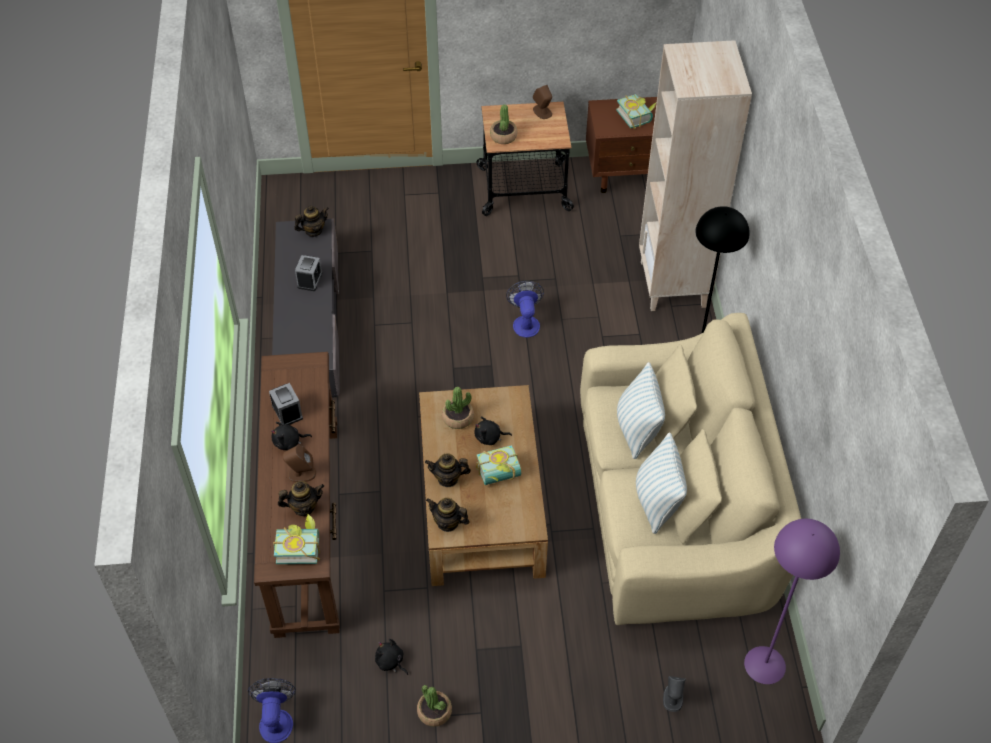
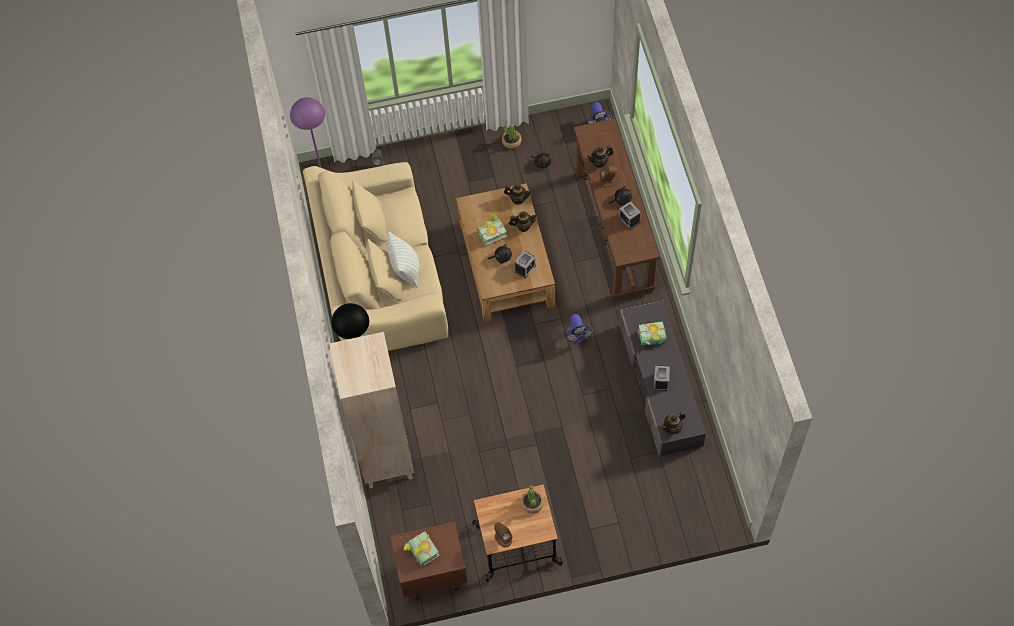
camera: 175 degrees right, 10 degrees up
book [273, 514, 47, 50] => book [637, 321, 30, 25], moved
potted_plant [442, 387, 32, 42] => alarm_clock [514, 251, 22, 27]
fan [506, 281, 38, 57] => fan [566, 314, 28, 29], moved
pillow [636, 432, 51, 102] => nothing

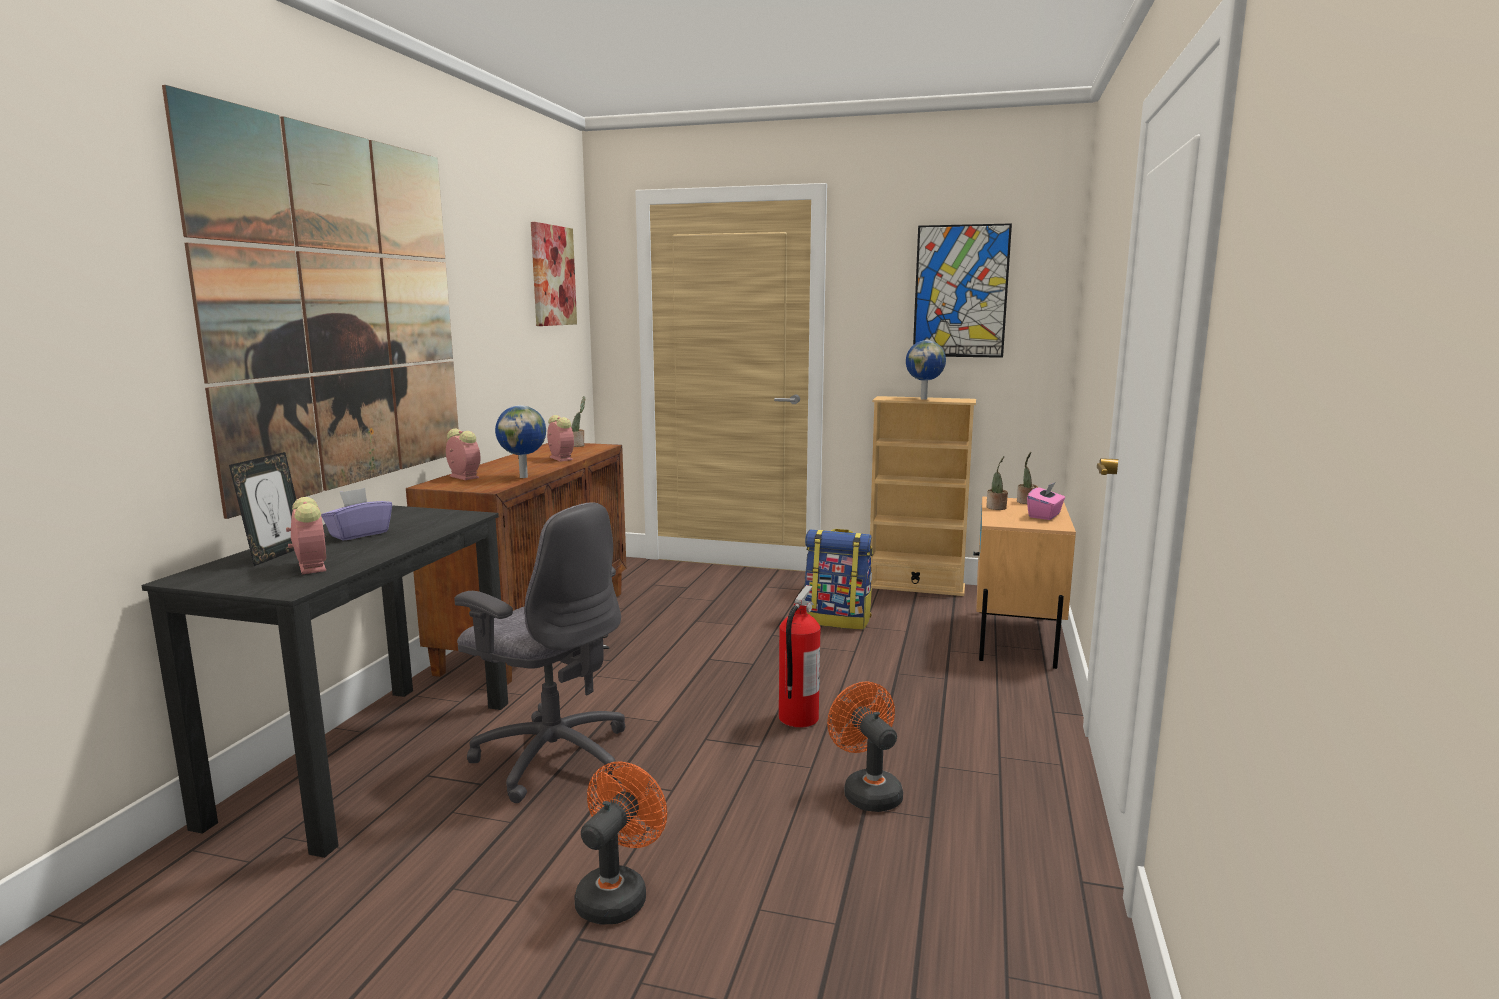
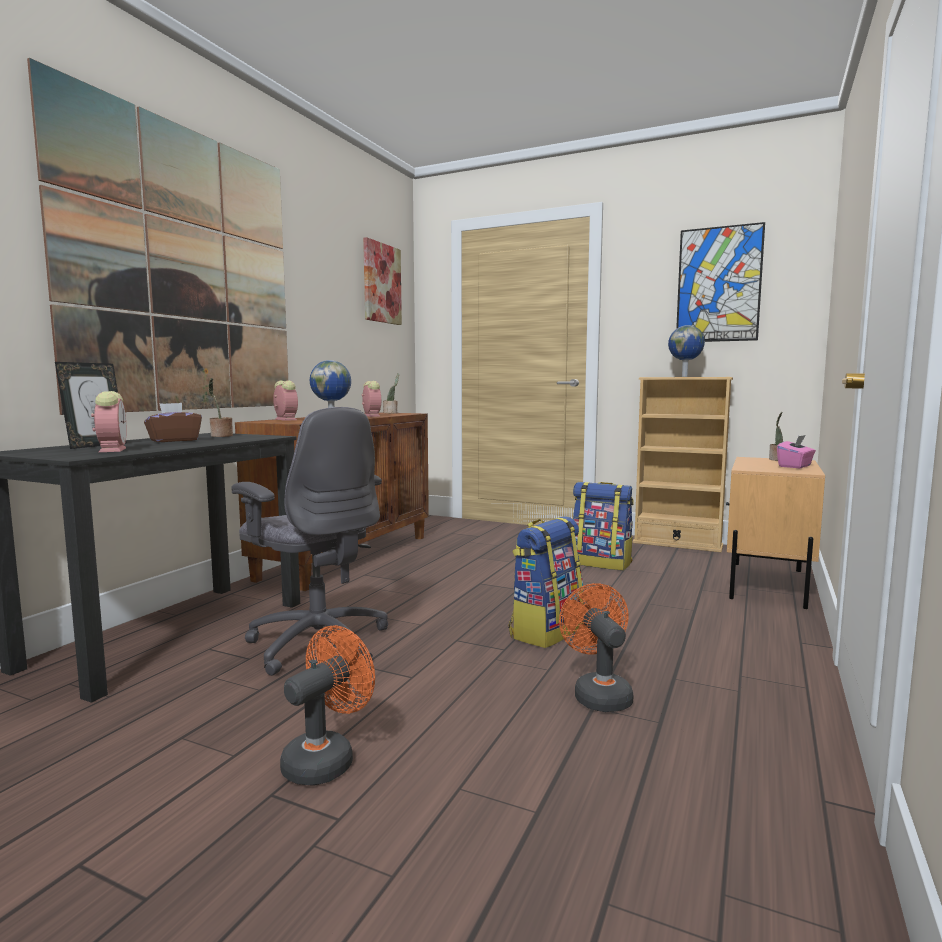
camera: 10 degrees right, 5 degrees down
purple_tissue_box [321, 488, 71, 53] => brown_tissue_box [144, 403, 58, 39]
fire_extinguisher [779, 585, 42, 143] => backpack [509, 516, 75, 132]
potted_plant [986, 456, 22, 54] => potted_plant [209, 378, 24, 59], moved

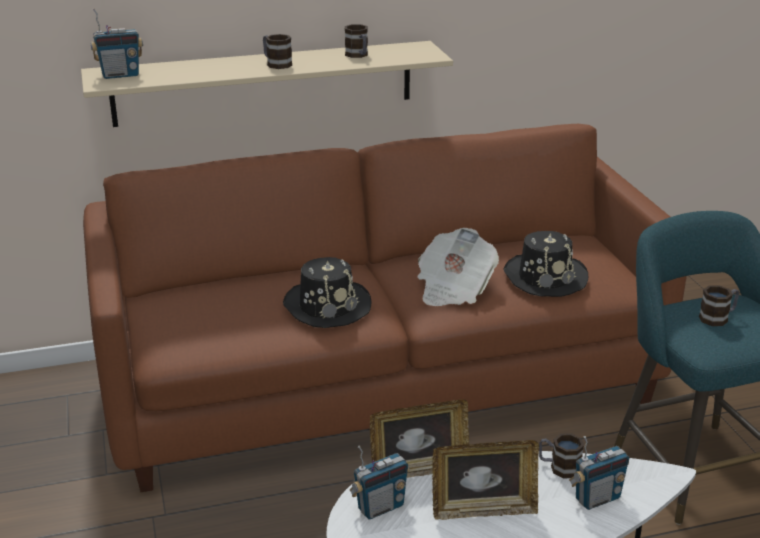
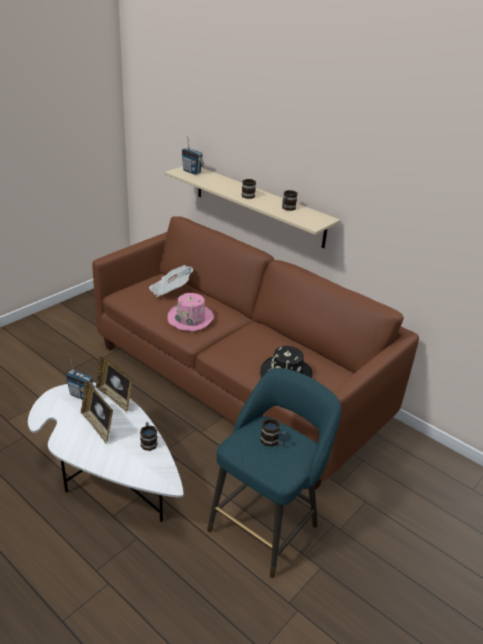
camera: 55 degrees right, 5 degrees up
black_hat [283, 257, 88, 71] => pink_hat [167, 293, 47, 38]
newspaper [418, 228, 81, 78] => newspaper [149, 265, 44, 32], moved
radio [569, 436, 61, 74] => nothing

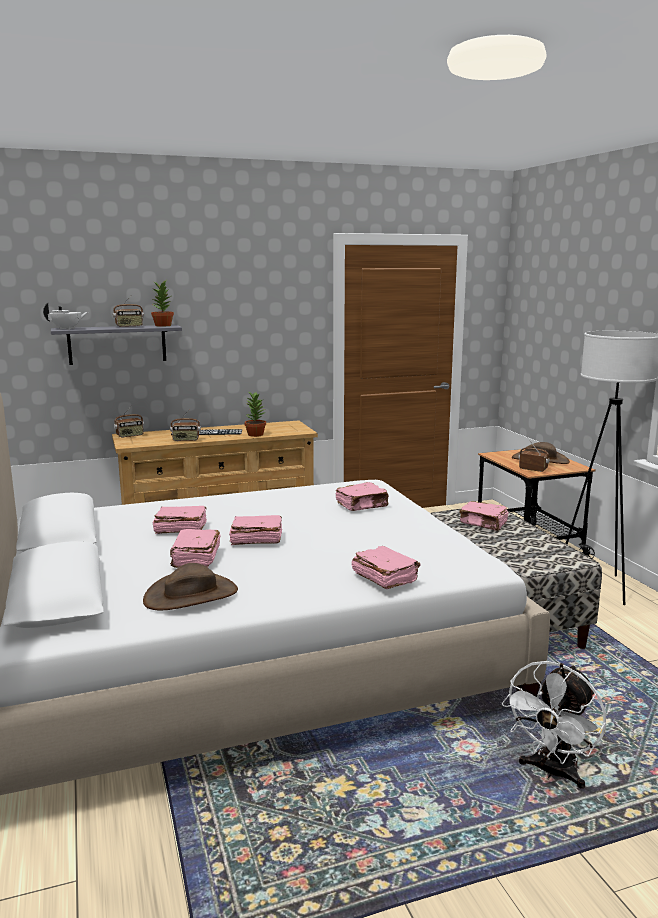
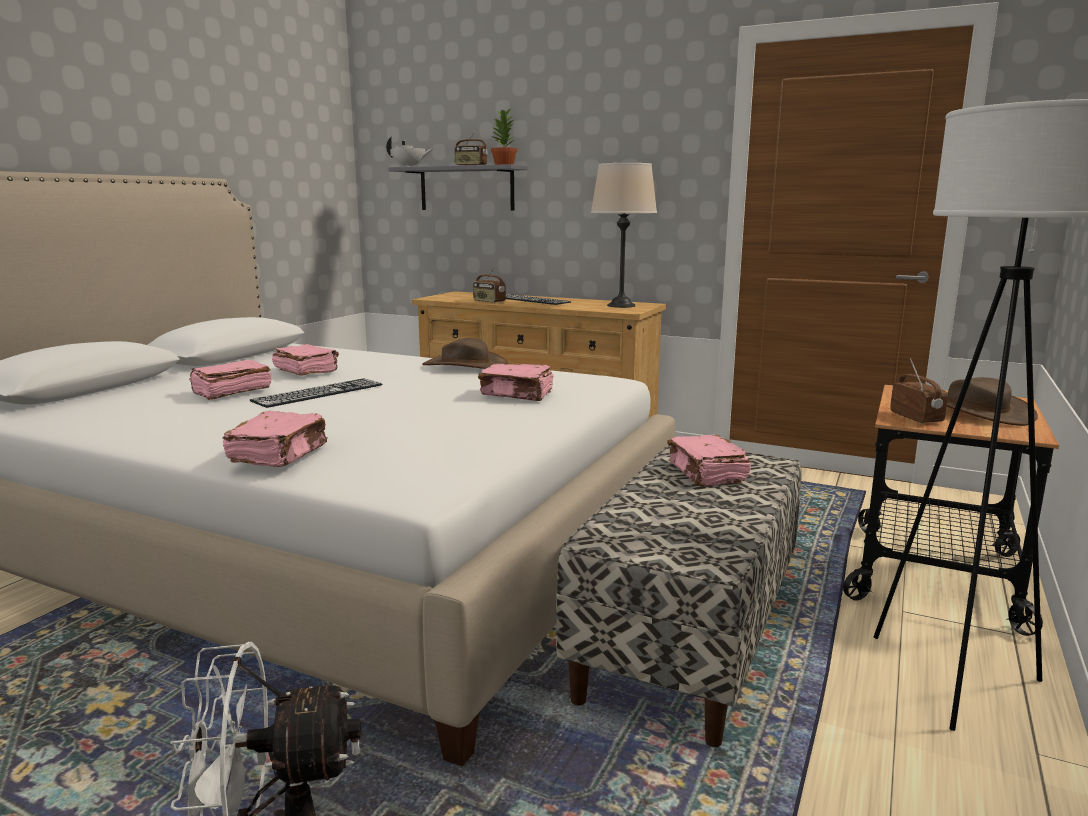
camera: 45 degrees right, 0 degrees up
radio [114, 406, 30, 32] => nothing
brown_hat [143, 563, 95, 47] => brown_hat [422, 338, 86, 31], moved
pink_book [229, 515, 53, 30] => keyboard [250, 378, 132, 30]
potted_plant [245, 392, 21, 45] => nothing
nothing => beige_table_lamp [591, 163, 66, 145]

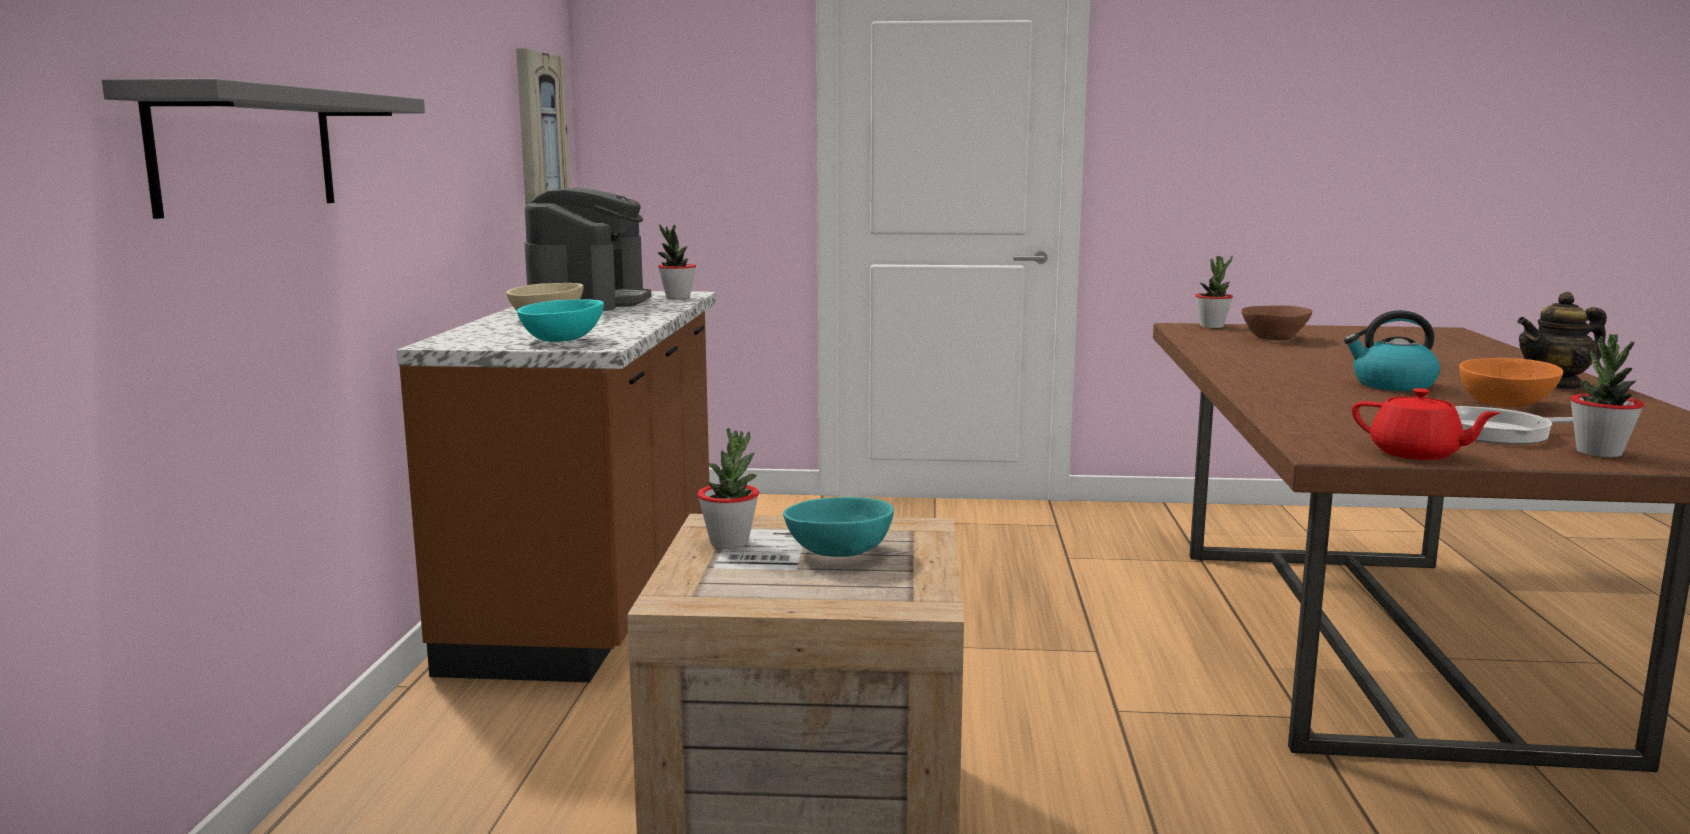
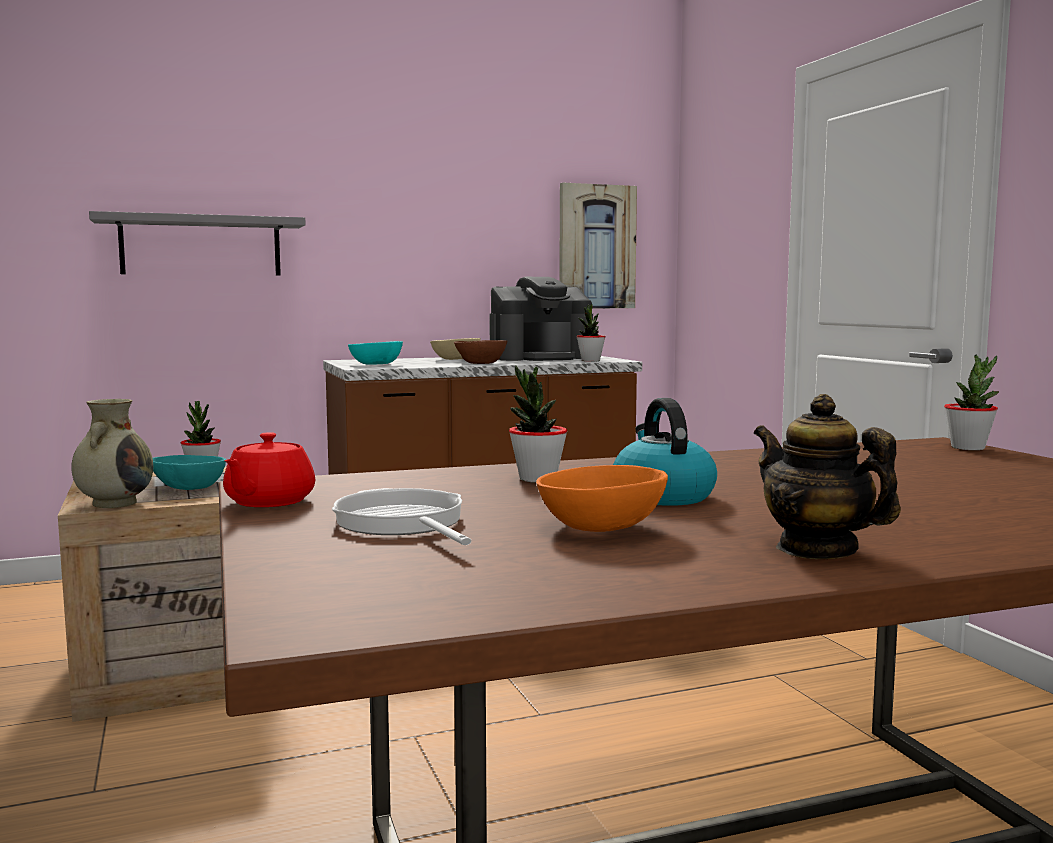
camera: 65 degrees right, 5 degrees down
brown_bowl [1241, 305, 71, 35] => brown_bowl [454, 340, 53, 24], moved
potted_plant [1570, 334, 74, 124] => potted_plant [509, 366, 58, 117], moved
nothing => beige_vase [71, 399, 82, 109]

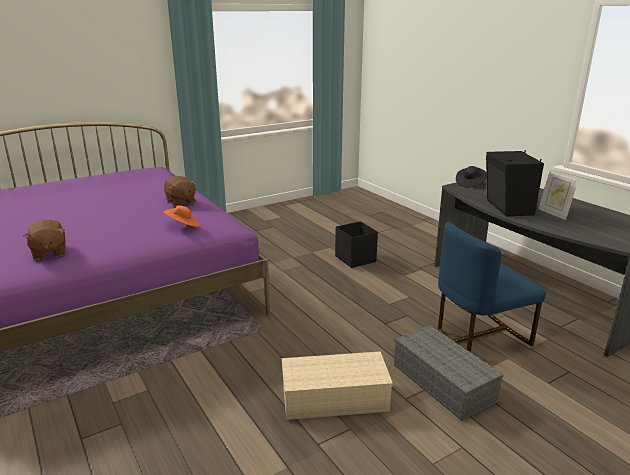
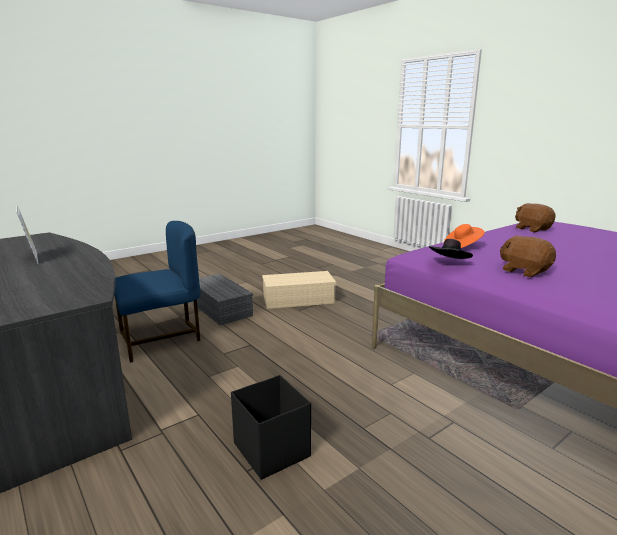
camera: 175 degrees right, 5 degrees down
black_hat [456, 166, 31, 22] => black_hat [429, 239, 44, 20], moved
black_speaker [486, 151, 58, 65] => nothing

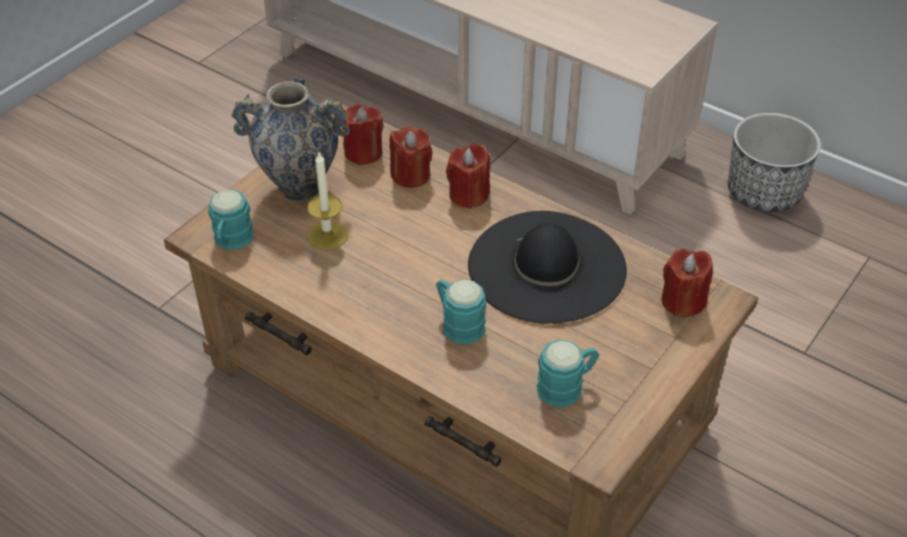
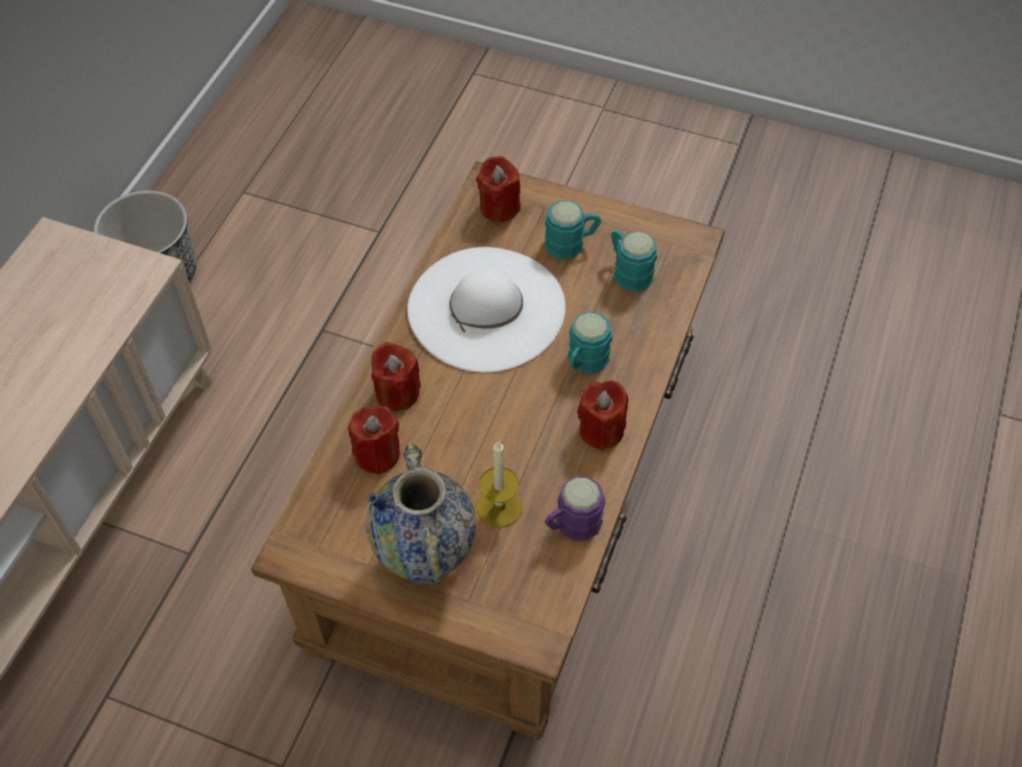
camera: 105 degrees left, 10 degrees up
turquoise_mug [208, 189, 46, 61] => turquoise_mug [544, 200, 58, 59], moved
red_candle [342, 105, 41, 60] => red_candle [577, 380, 51, 71], moved
black_hat [468, 211, 159, 113] => white_hat [407, 247, 159, 126]
nothing => purple_mug [545, 476, 60, 65]

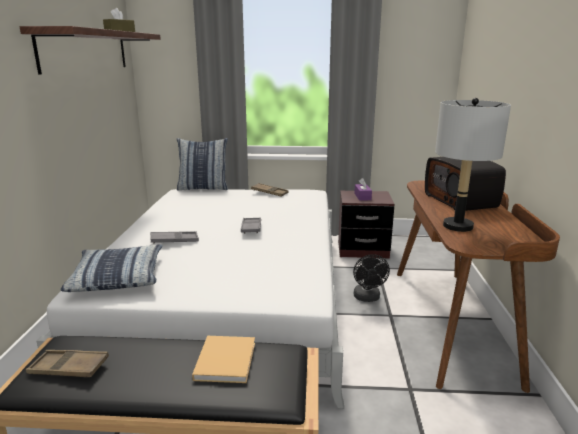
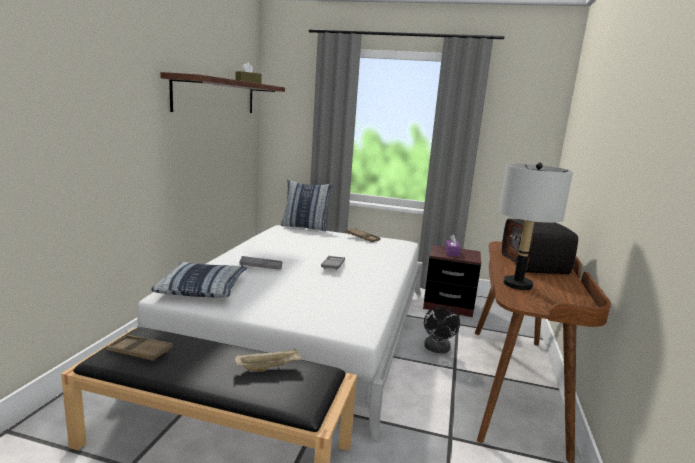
camera: 10 degrees right, 5 degrees down
beige_book [192, 336, 63, 47] => beige_tray [235, 348, 67, 23]

